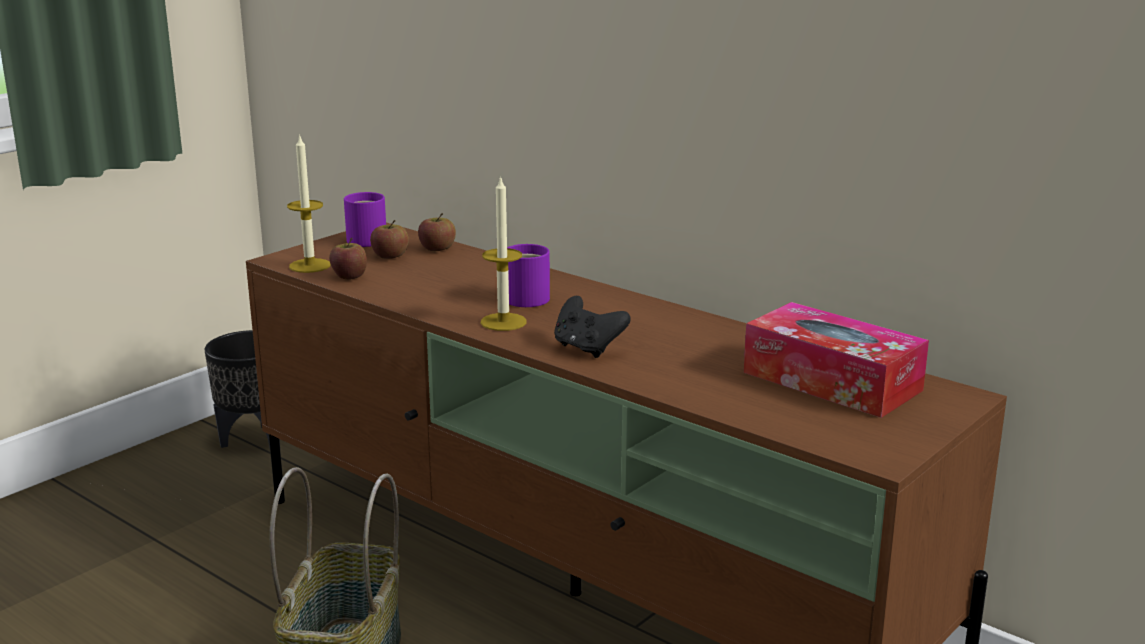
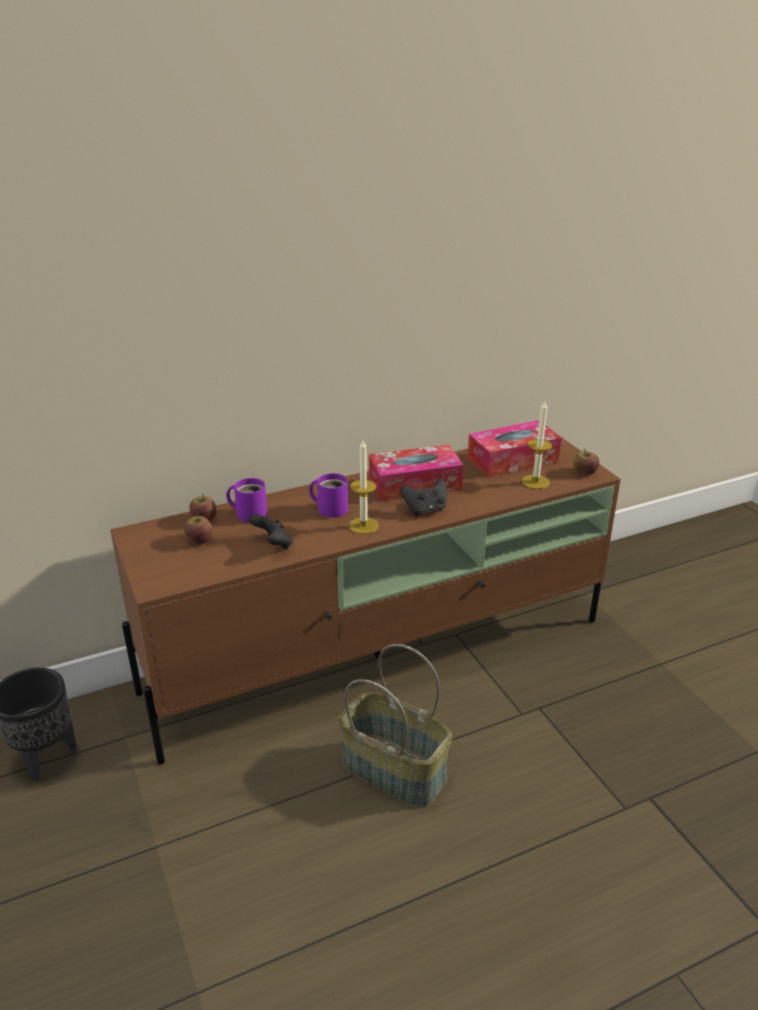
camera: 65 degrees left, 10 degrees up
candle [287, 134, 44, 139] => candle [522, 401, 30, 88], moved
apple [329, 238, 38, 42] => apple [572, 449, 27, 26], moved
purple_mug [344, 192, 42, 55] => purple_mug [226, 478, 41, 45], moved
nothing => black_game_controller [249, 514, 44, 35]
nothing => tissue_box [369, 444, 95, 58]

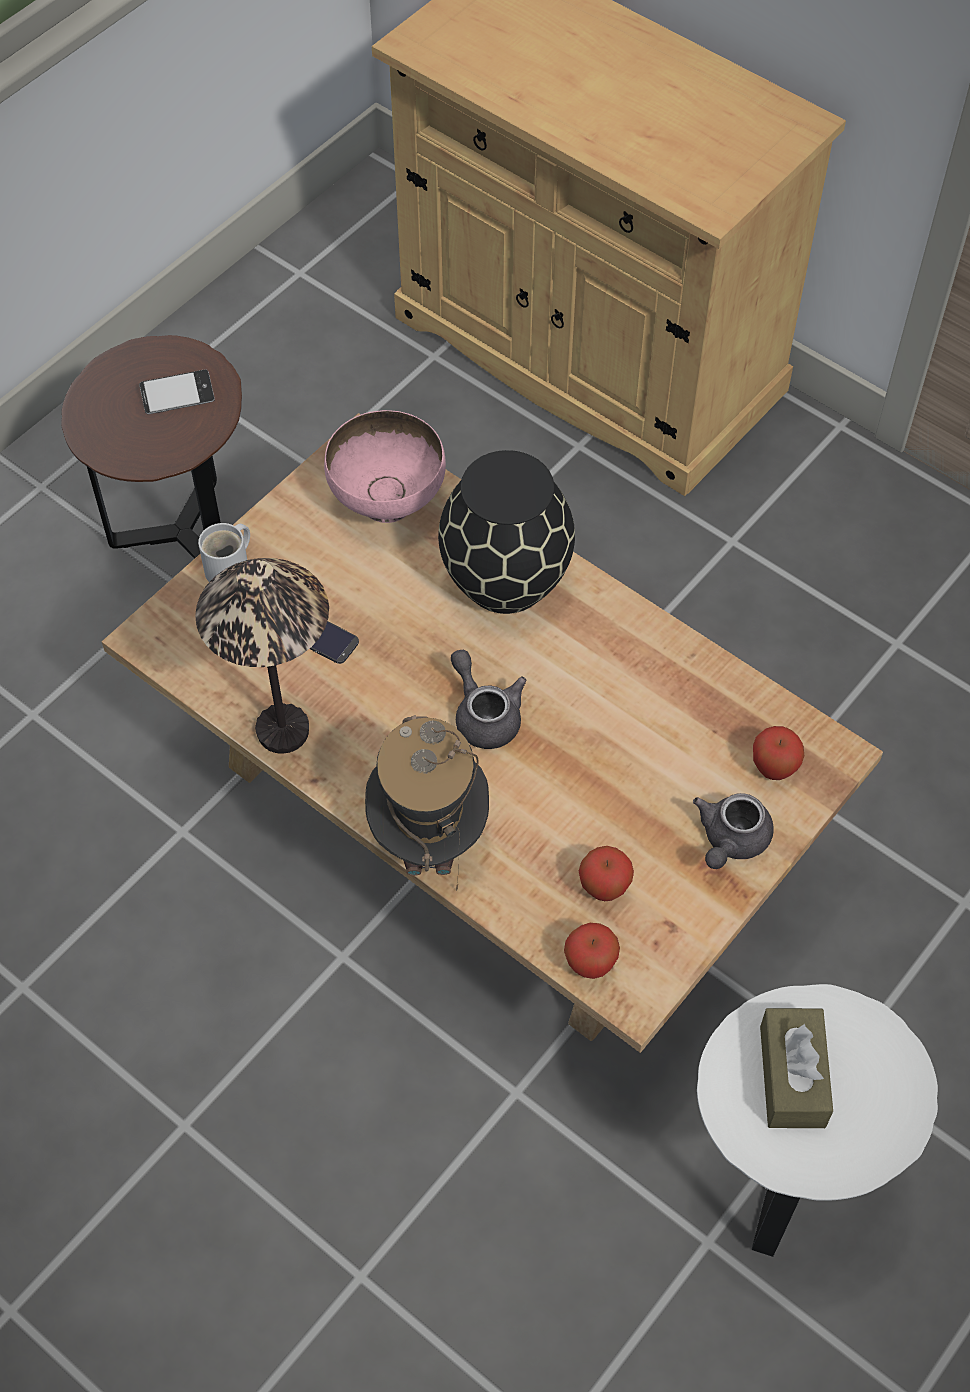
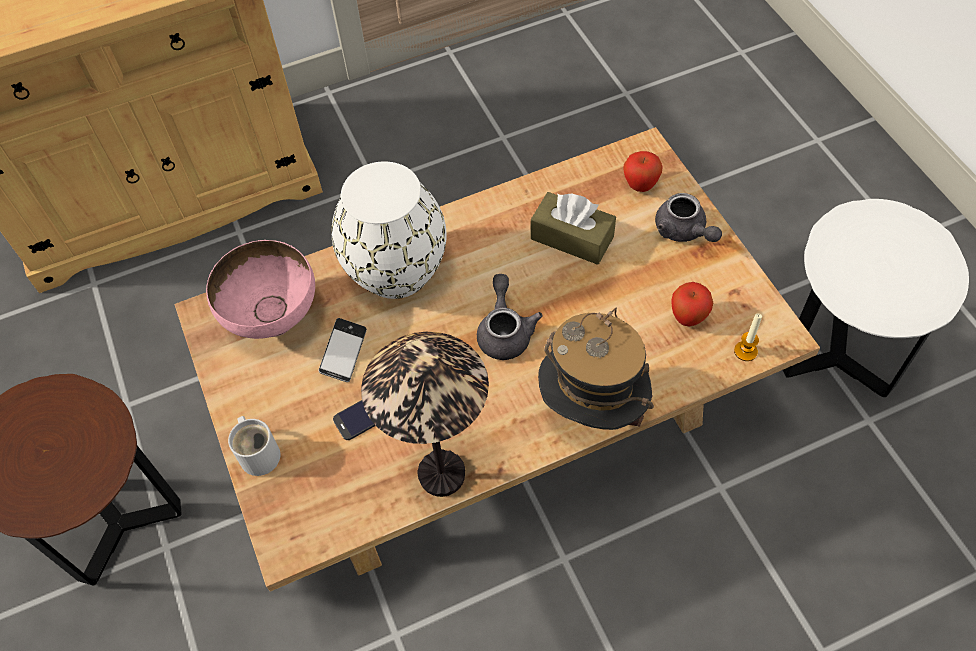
camera: 60 degrees left, 0 degrees up
phone [139, 369, 76, 45] => phone [318, 318, 49, 64], moved
black_vase [438, 450, 137, 164] => white_vase [331, 162, 115, 137]
grey_teapot [451, 650, 75, 99] => grey_teapot [477, 274, 66, 86], 90 degrees clockwise
apple [564, 923, 56, 56] => candle [734, 314, 28, 47]
brown_tissue_box [760, 1008, 73, 120] => brown_tissue_box [531, 192, 85, 73], moved

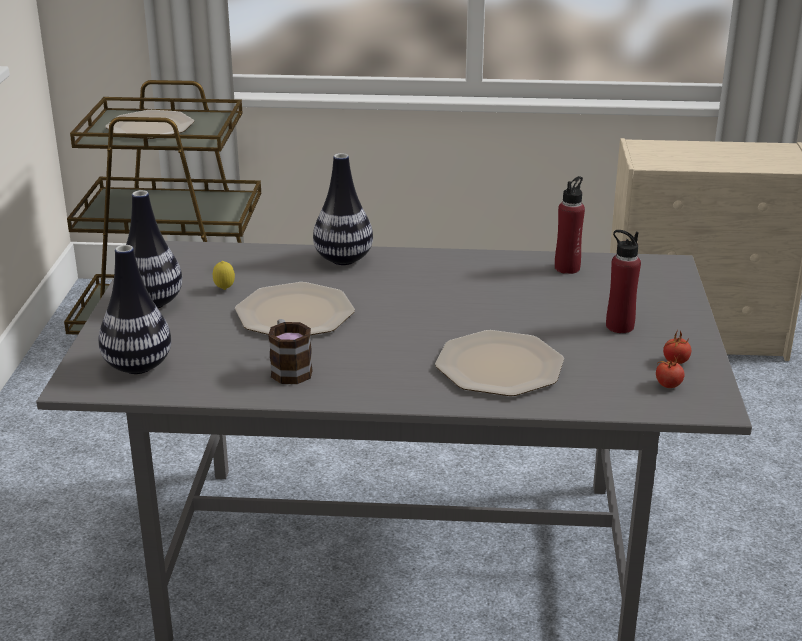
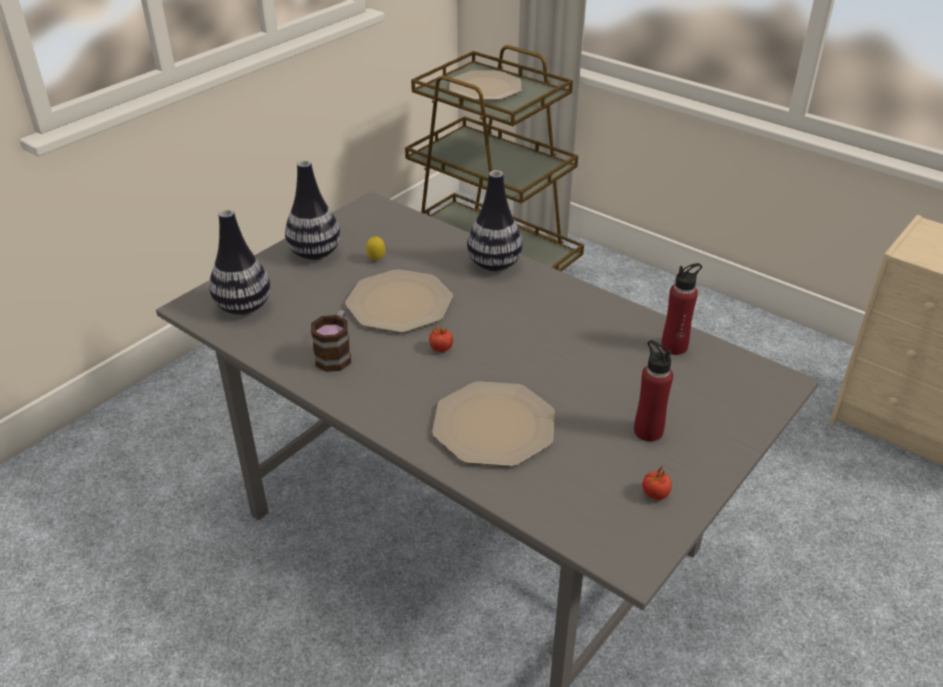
camera: 35 degrees right, 10 degrees up
tomato [656, 355, 29, 33] => tomato [429, 325, 24, 27], moved

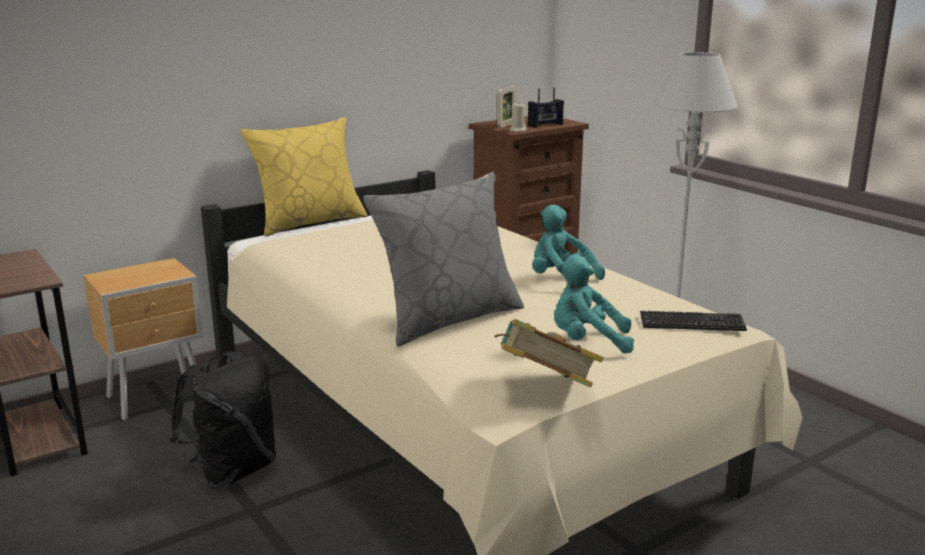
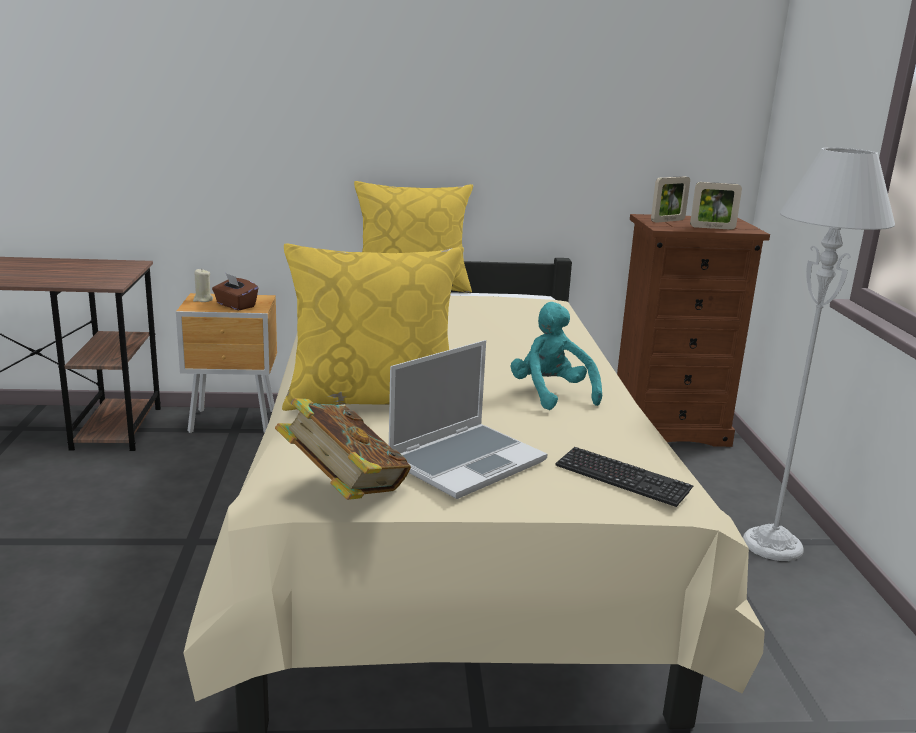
camera: 30 degrees right, 0 degrees up
black_backpack [169, 351, 107, 138] => nothing
grey_pillow [363, 172, 161, 175] => yellow_pillow [282, 243, 182, 168]
beige_candle [510, 102, 17, 30] => beige_candle [193, 268, 20, 34], moved
radio [528, 87, 36, 41] => picture_frame [690, 182, 52, 48]
turquoise_plush_toy [554, 255, 80, 99] => laptop [389, 340, 158, 159]
nothing => brown_tissue_box [212, 273, 46, 37]

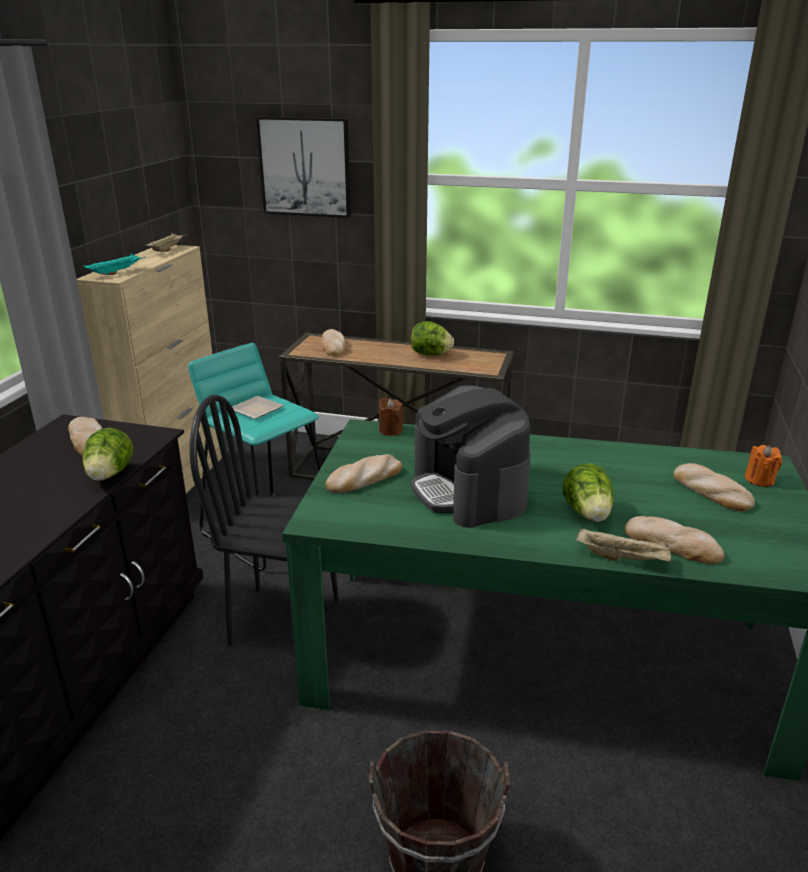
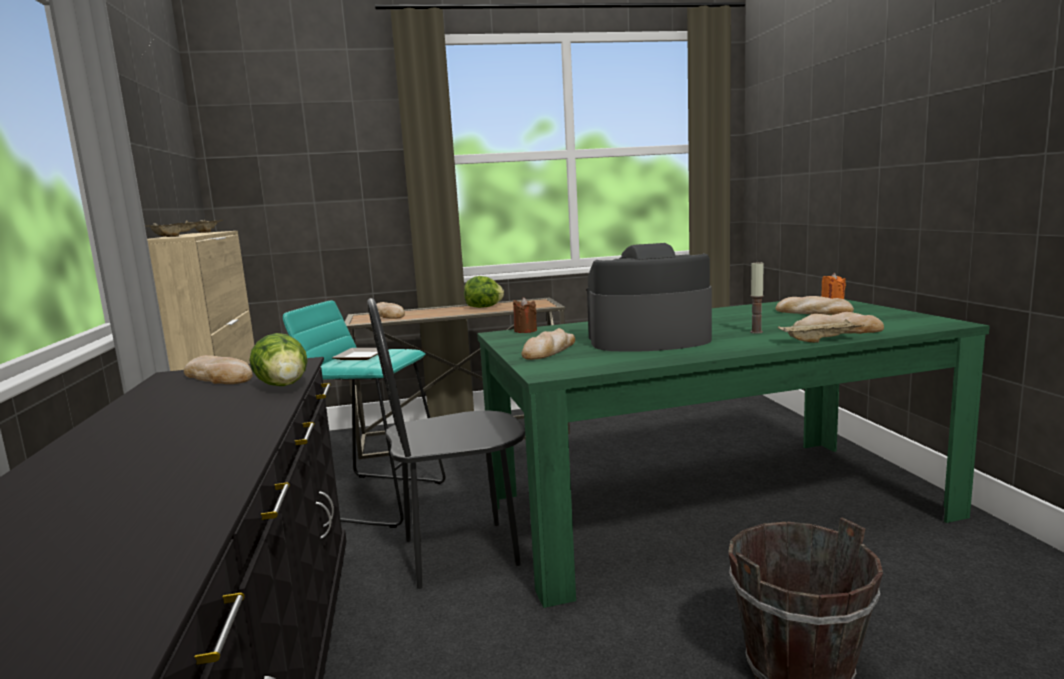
camera: 25 degrees left, 15 degrees down
turquoise_tray [83, 253, 63, 22] => beige_tray [145, 221, 61, 16]
picture [256, 117, 95, 101] => nothing
coffee_machine [411, 385, 120, 143] => coffee_machine [587, 243, 125, 109], 135 degrees clockwise
lettuce [563, 463, 50, 59] => candle [750, 261, 14, 72]

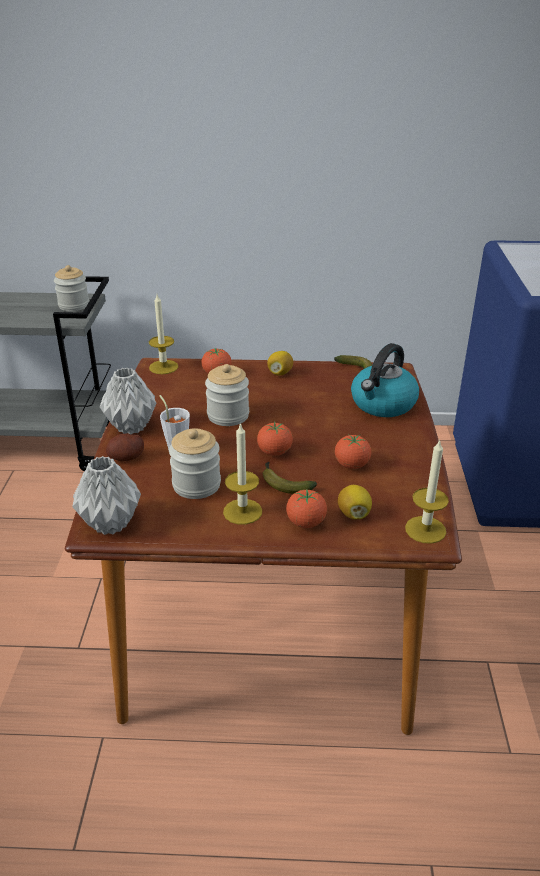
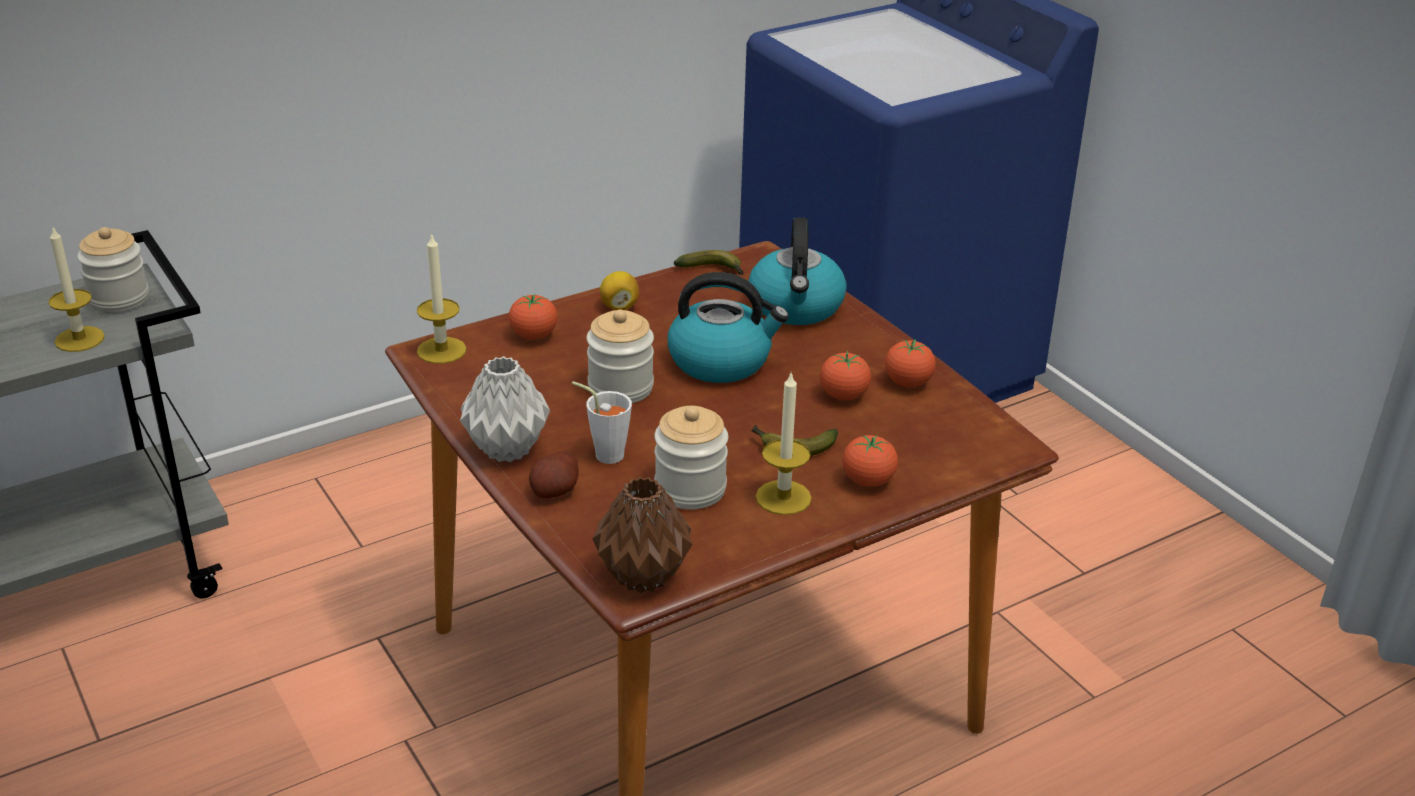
camera: 35 degrees left, 0 degrees up
grey_vase [72, 456, 69, 79] => brown_vase [593, 477, 99, 116]
tomato [257, 421, 36, 35] => tomato [885, 340, 51, 47], moved
lemon [338, 485, 34, 35] => nothing
candle [405, 440, 44, 104] => candle [49, 228, 56, 124], moved
nothing => kettle [668, 272, 121, 111]

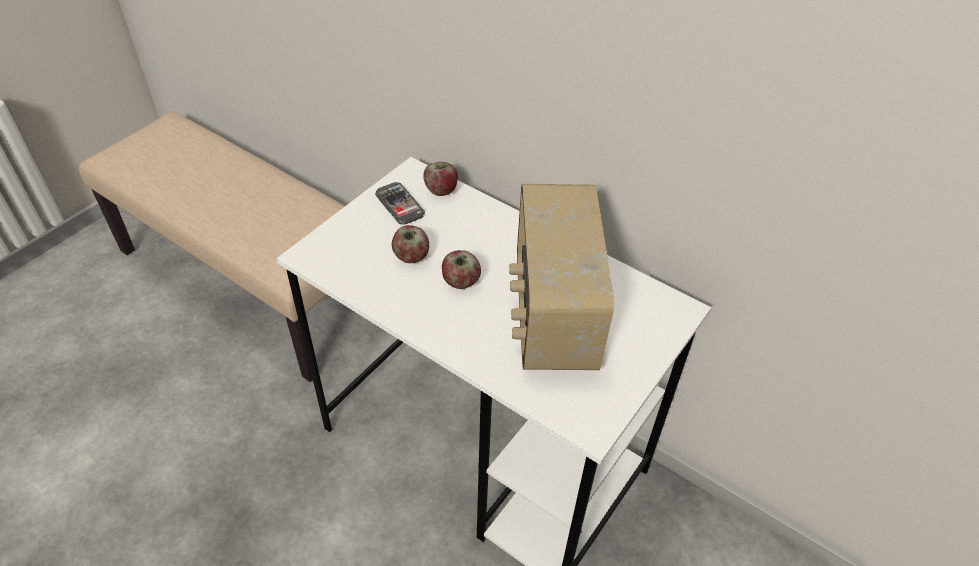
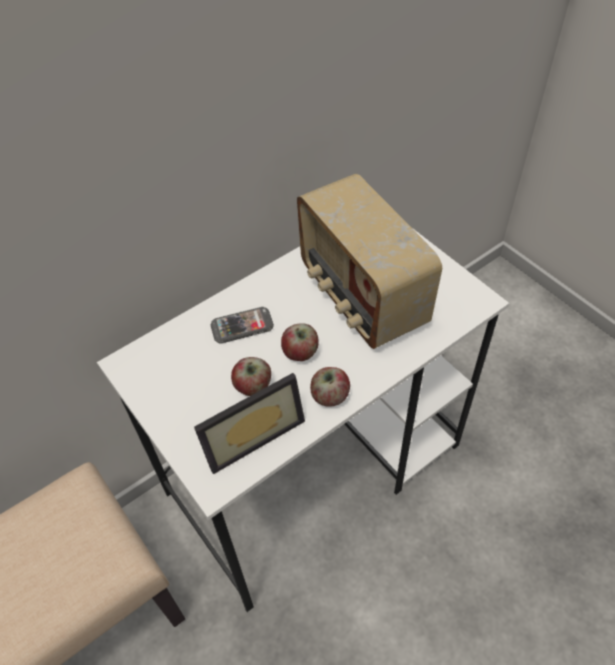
camera: 70 degrees left, 5 degrees up
phone [375, 182, 50, 43] => phone [211, 307, 63, 37], moved
apple [423, 162, 35, 34] => apple [310, 367, 40, 40], moved
radio [509, 184, 105, 186] => radio [297, 174, 145, 175], 45 degrees clockwise
nothing => picture_frame [194, 373, 111, 101]

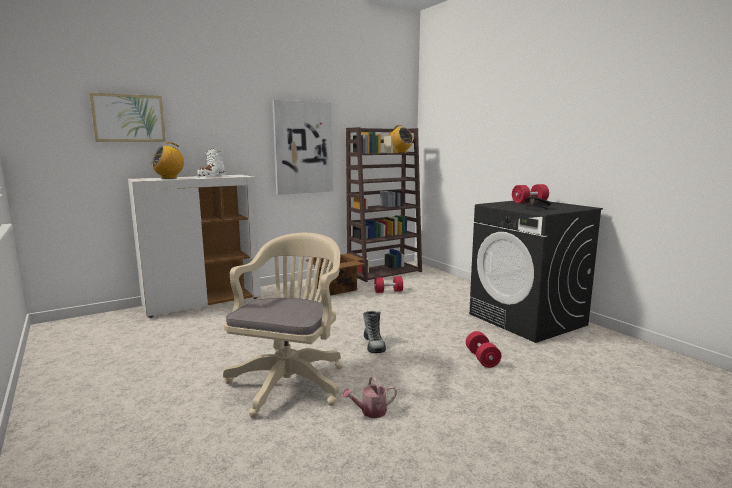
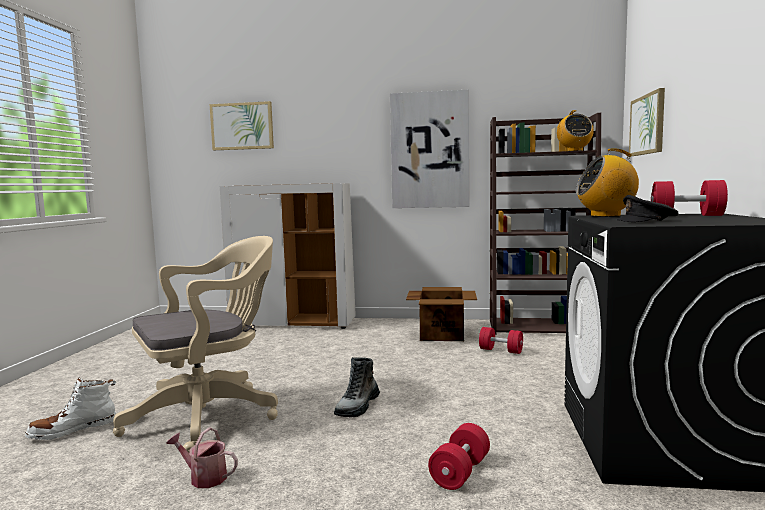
camera: 40 degrees right, 5 degrees down
radio [151, 142, 33, 37] => radio [576, 148, 63, 69], moved
white_boot [197, 148, 28, 29] => white_boot [25, 377, 91, 63], moved
nothing => picture [629, 88, 36, 68]

